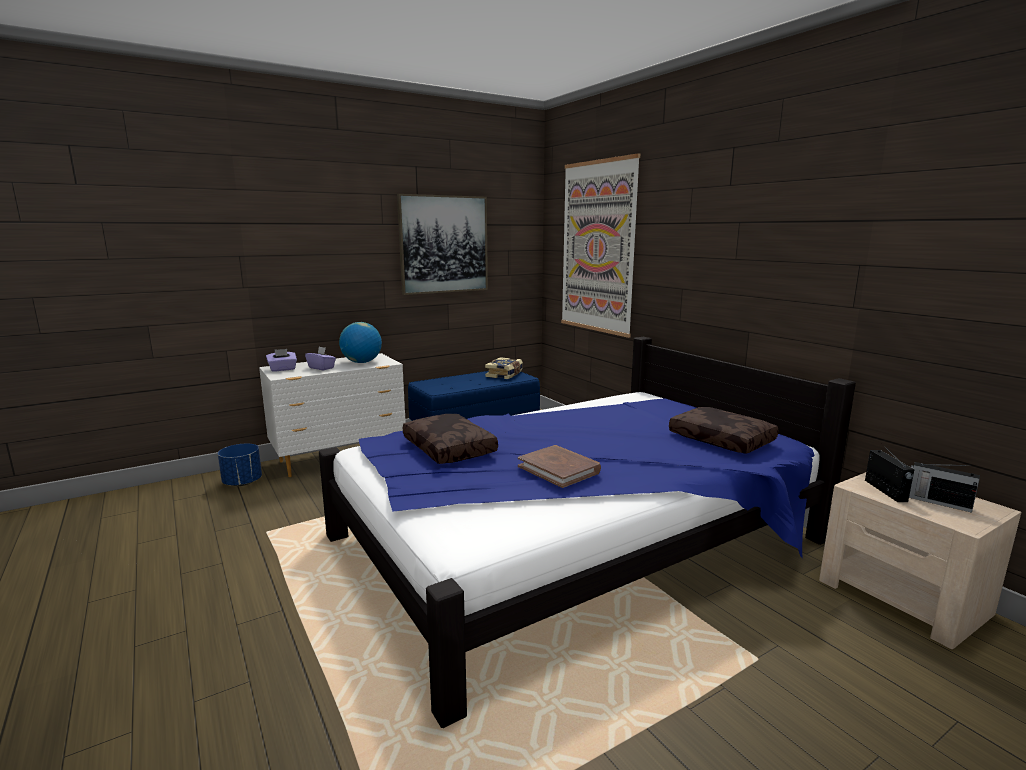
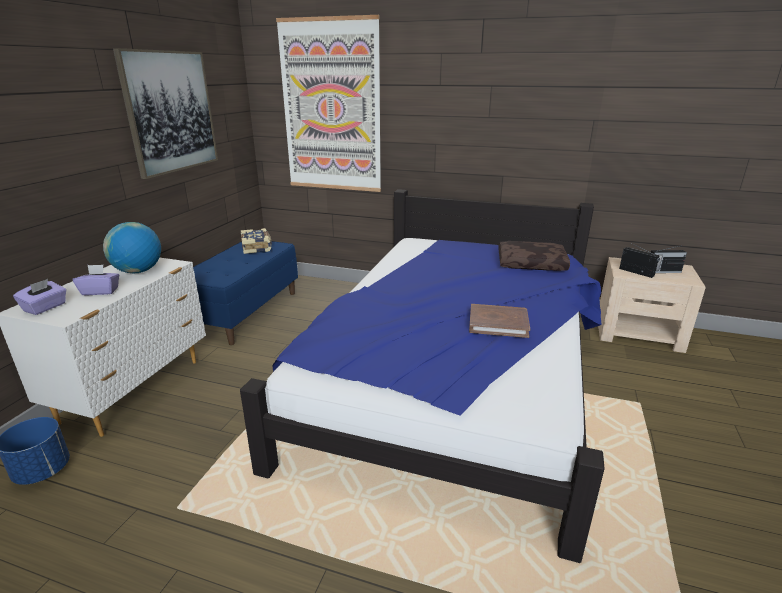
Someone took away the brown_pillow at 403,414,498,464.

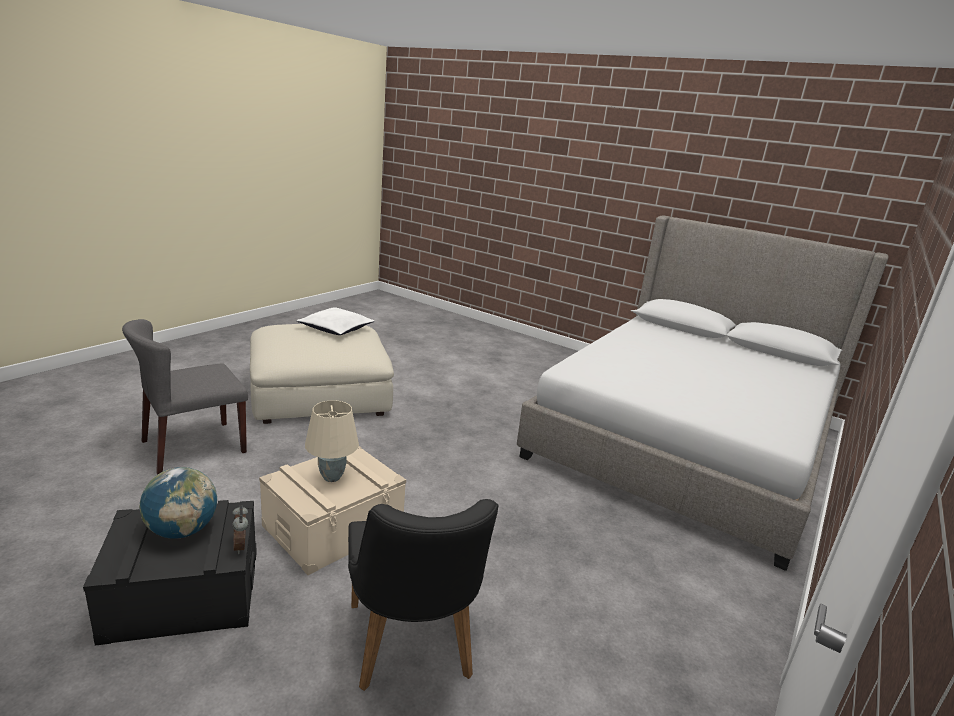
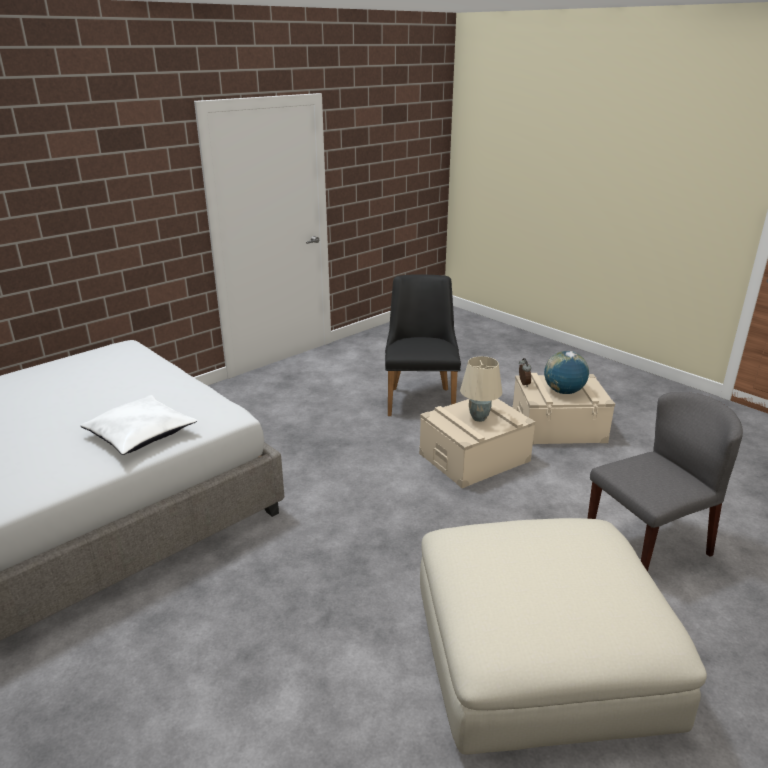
Someone carried the white_pillow from 296,307,374,335 to 80,395,197,455. Someone repainted the black_storage_box at 83,500,257,646, which became the beige_storage_box at 512,373,615,445.

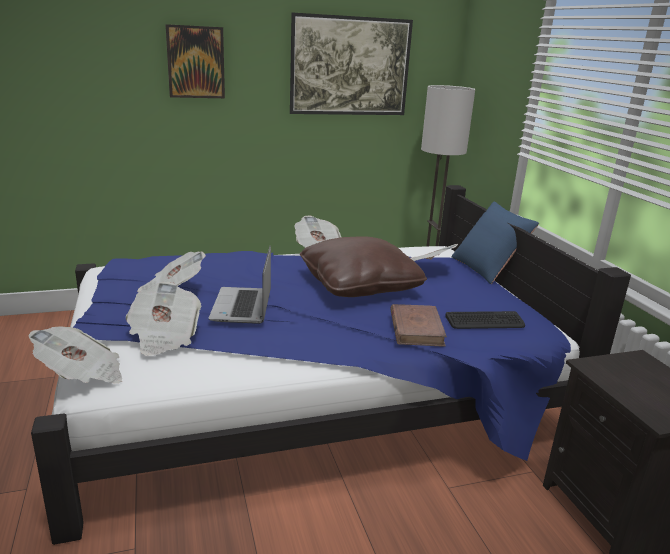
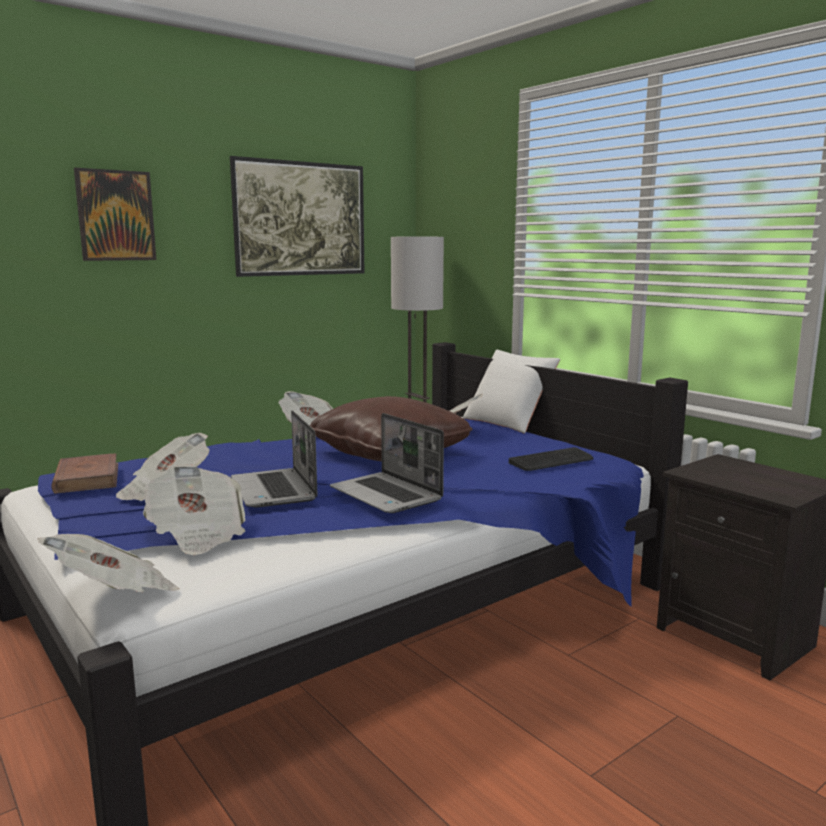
Someone carried the brown_book from 390,304,447,346 to 51,453,118,494. Someone put down the laptop at 330,413,444,513. Someone repainted the blue_pillow at 452,201,539,284, which became the white_pillow at 463,350,560,433.

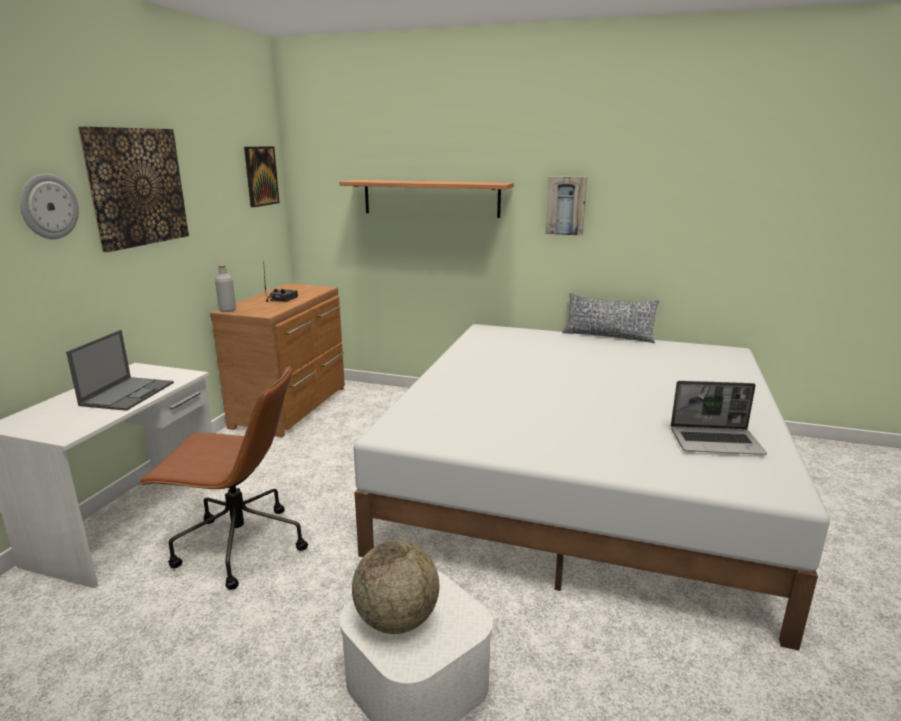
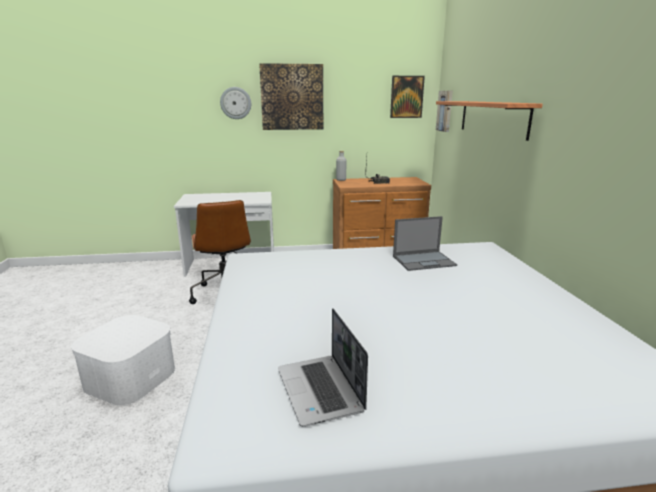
Someone carried the laptop from 66,330,174,411 to 393,216,457,271. Someone carried the picture from 545,176,587,236 to 436,91,453,132. Someone took away the globe at 352,541,439,634. Someone took away the pillow at 562,293,659,343.

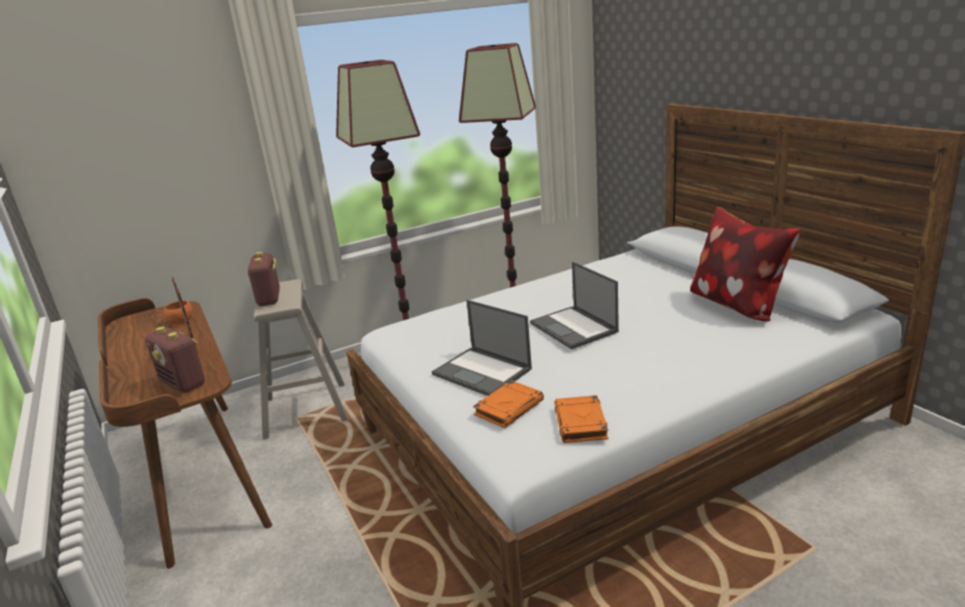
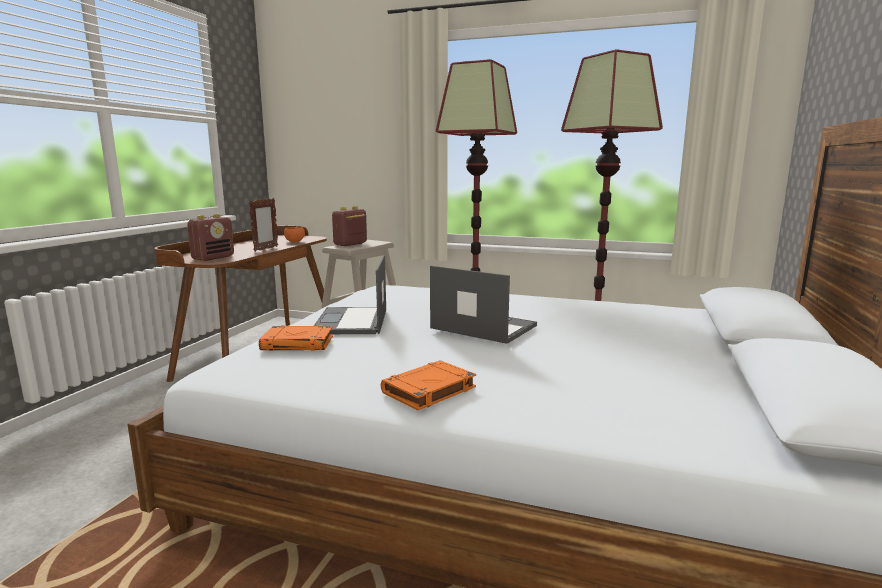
Someone rotated the radio at 145,326,205,393 by 150 degrees counterclockwise. Someone carried the orange_book from 554,395,608,443 to 381,360,476,410. Someone rotated the laptop at 530,262,619,349 by 105 degrees clockwise. Someone took away the pillow at 690,206,801,322.

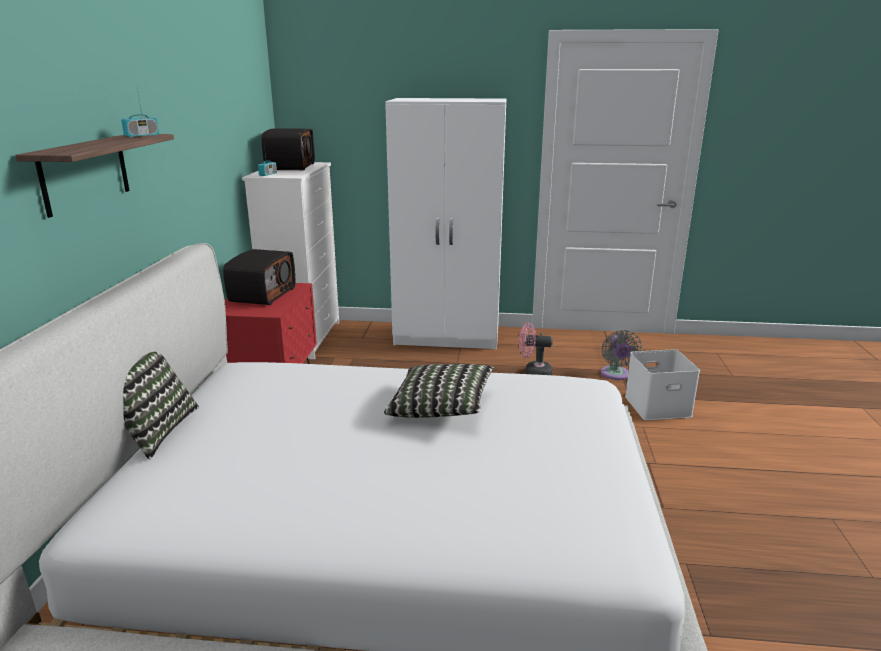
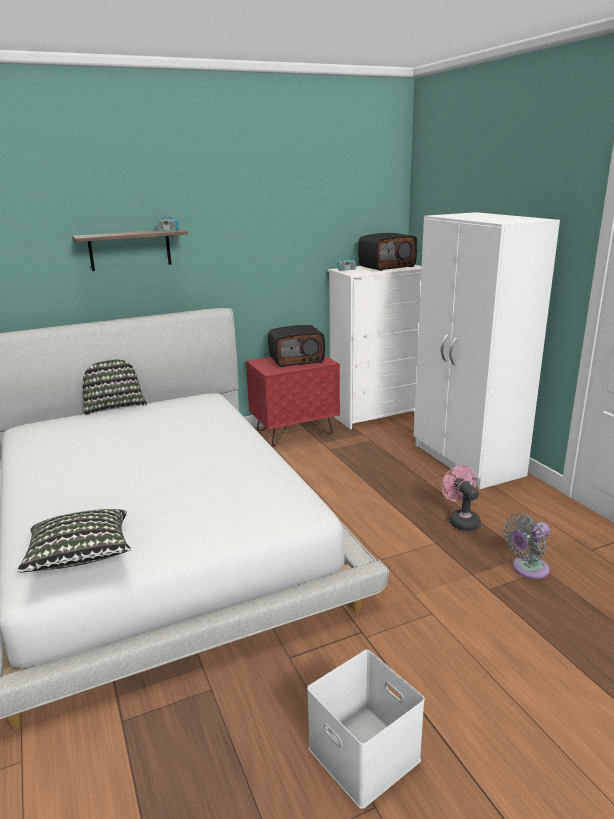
Someone carried the pillow from 384,364,494,418 to 17,509,131,573. Someone carried the white_storage_box from 625,349,700,420 to 307,650,425,809.

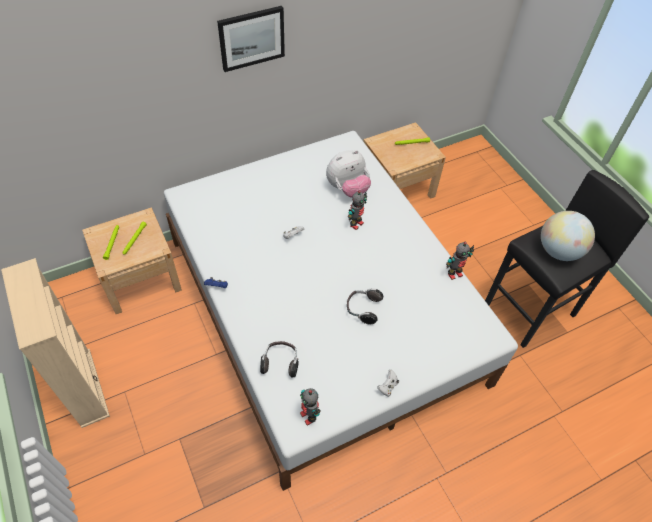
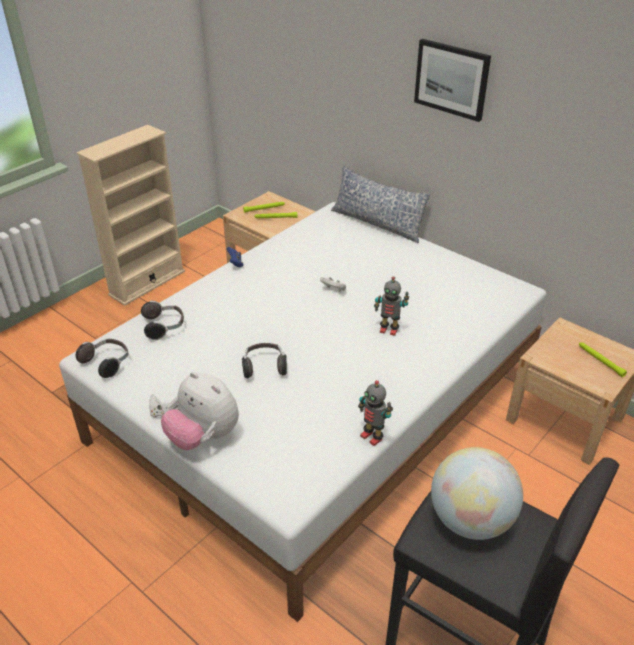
Someone swapped the toy_robot at 300,388,321,426 for the headphones at 76,339,128,378. Someone carried the plush_toy from 326,150,371,198 to 161,372,239,450. Someone put down the pillow at 331,166,431,243.

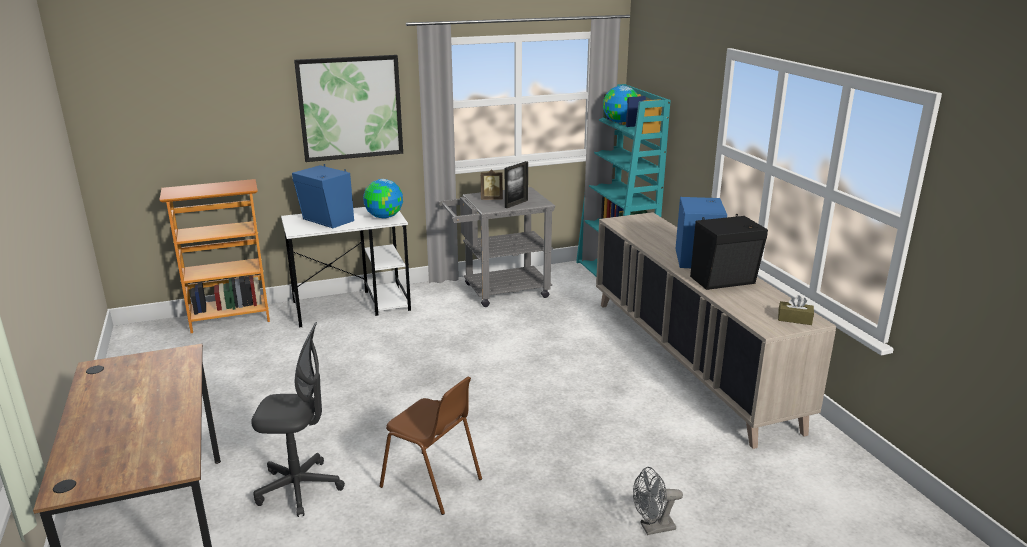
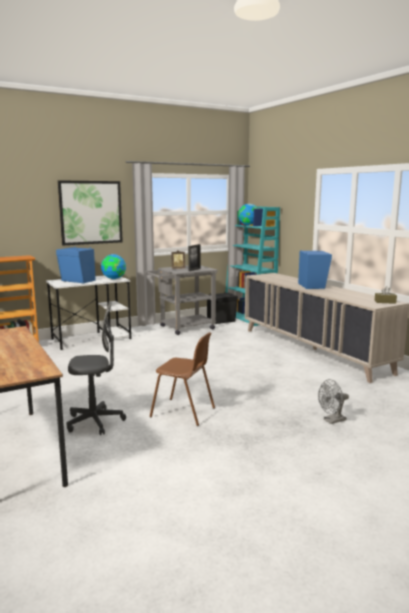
Someone carried the black_speaker from 690,214,768,290 to 207,292,238,324.

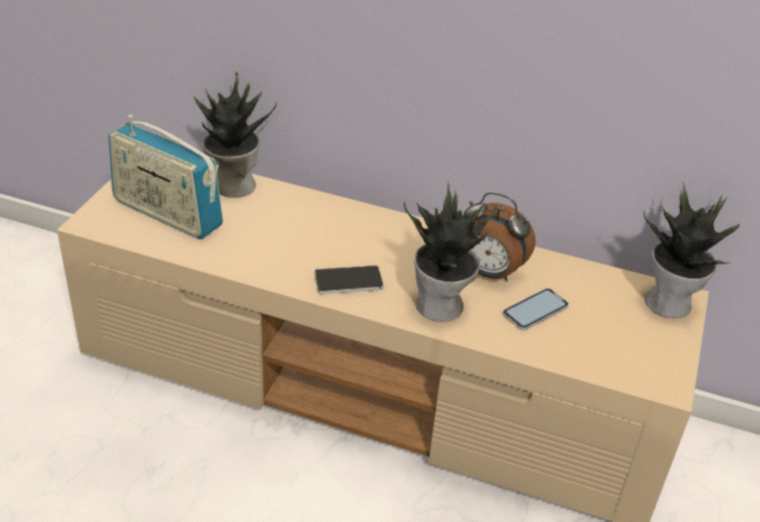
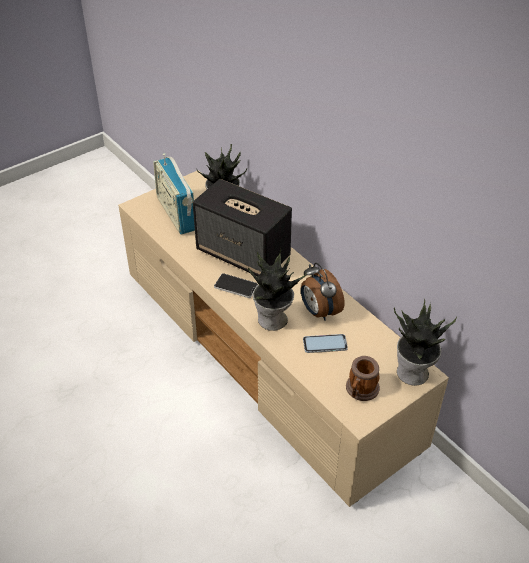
Someone put down the speaker at 193,179,292,276. Someone put down the mug at 346,356,380,401.

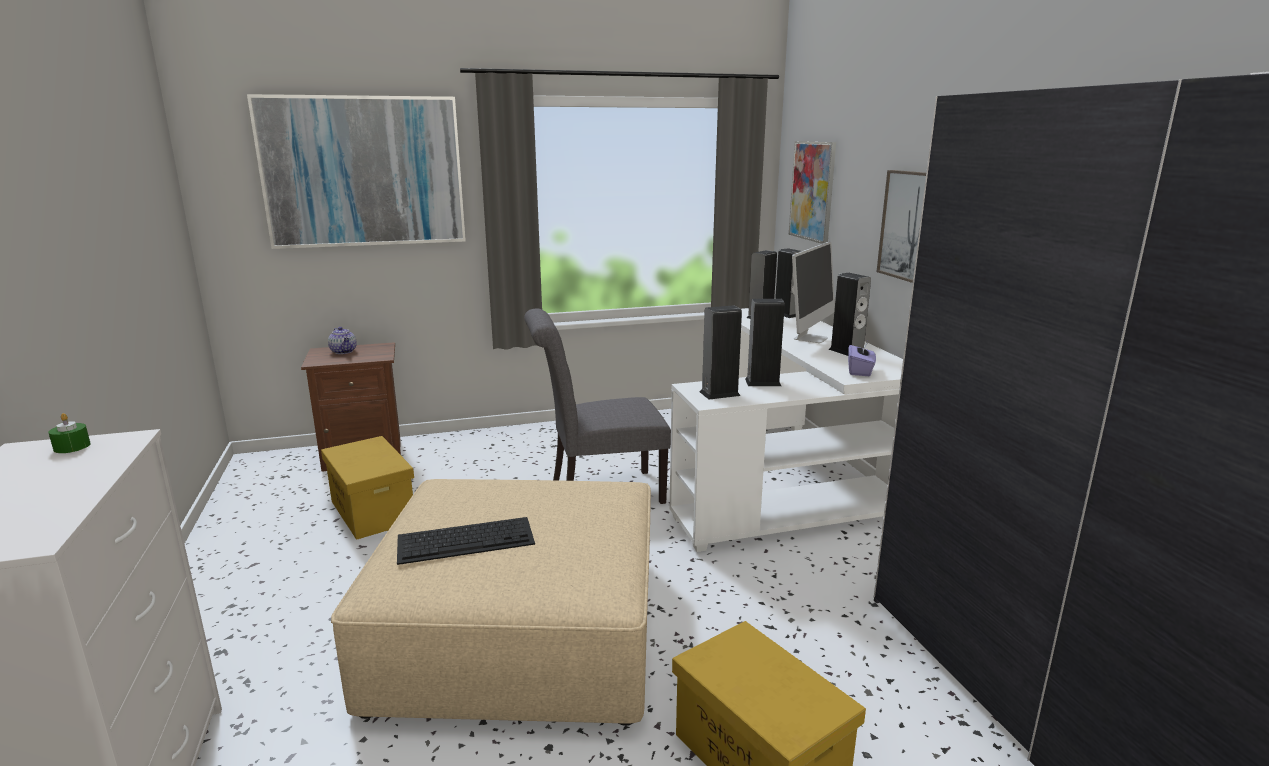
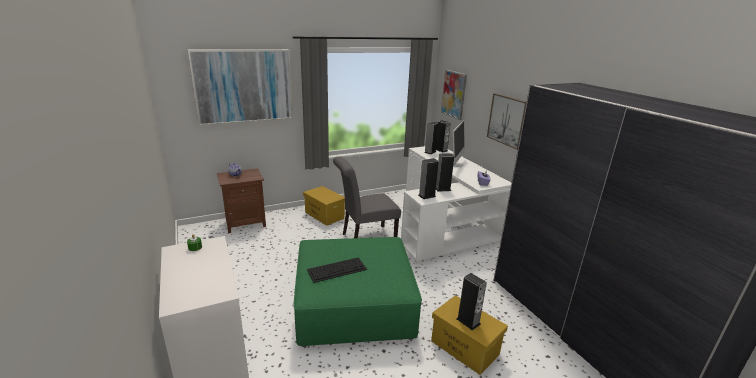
Someone repainted the beige_ottoman at 331,479,651,726, which became the green_ottoman at 293,237,422,347. Someone carried the yellow_storage_box from 321,436,414,540 to 303,186,345,226. Someone carried the speaker from 828,273,871,356 to 457,273,487,330.

